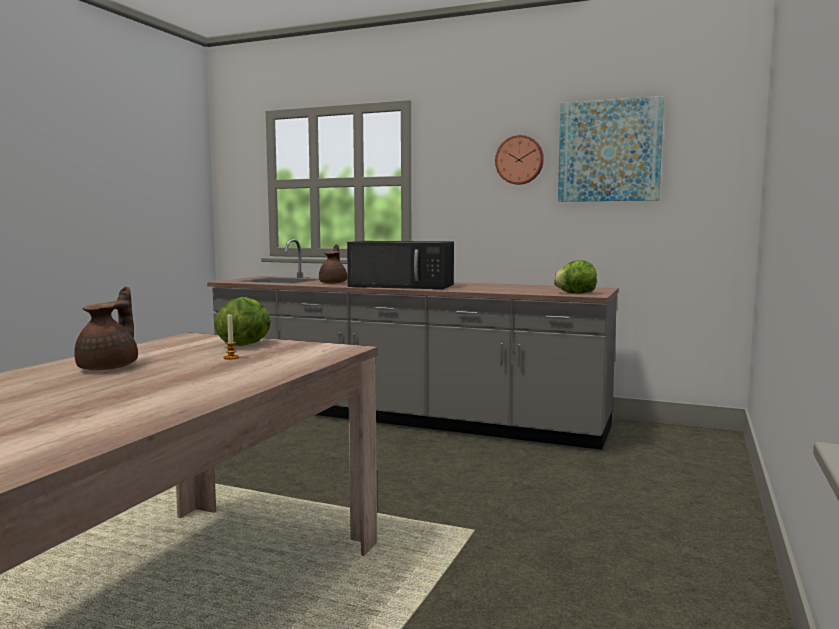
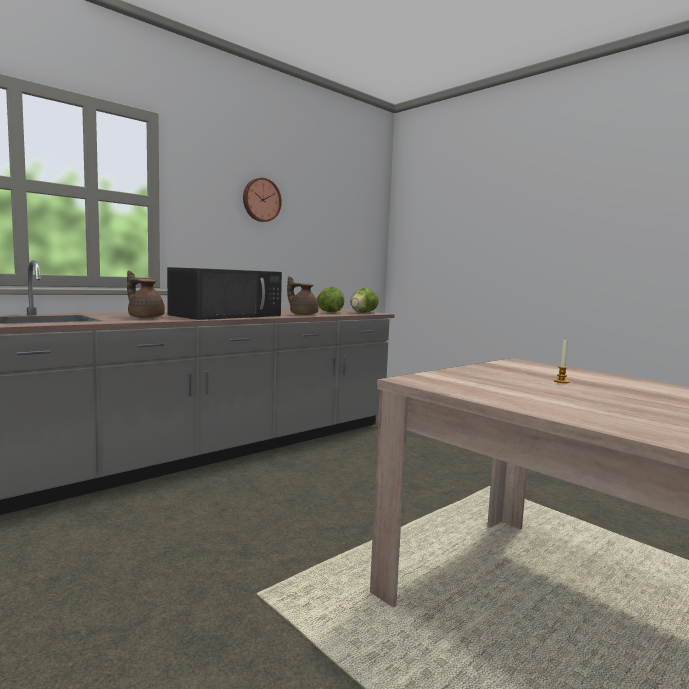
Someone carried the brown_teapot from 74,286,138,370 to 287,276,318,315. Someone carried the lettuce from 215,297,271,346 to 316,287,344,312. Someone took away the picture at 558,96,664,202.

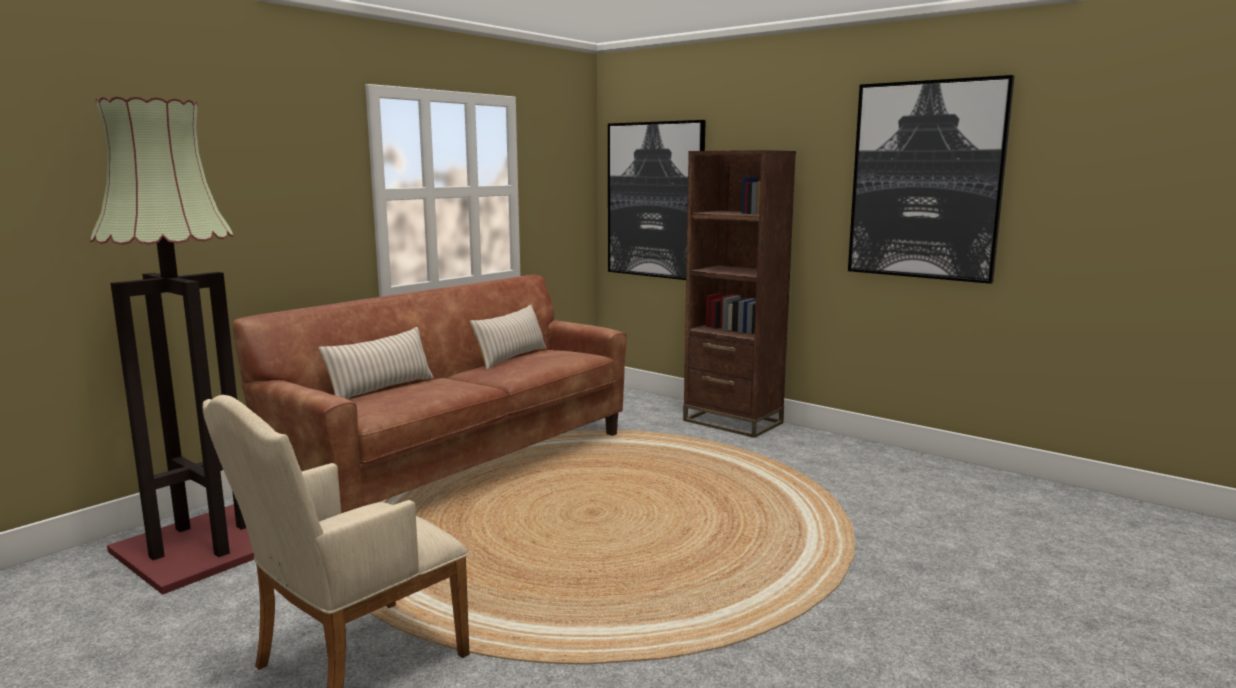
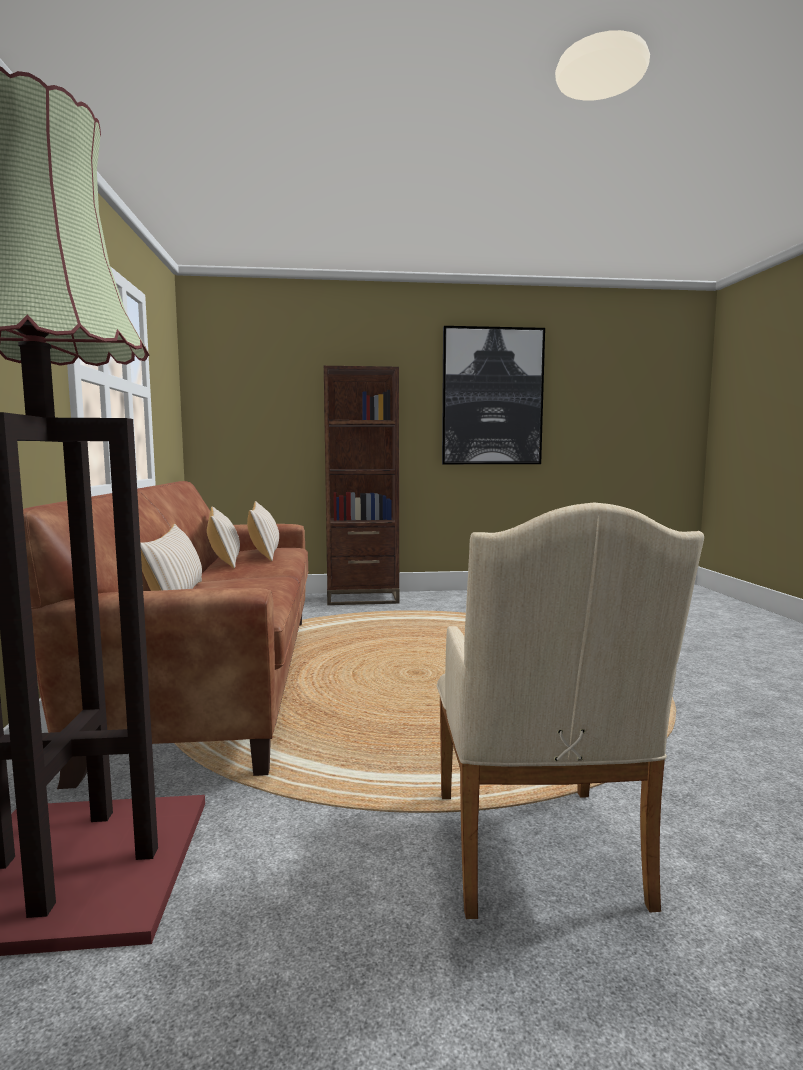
Someone put down the beige_pillow at 247,501,279,561. Someone took away the picture at 608,120,706,280.

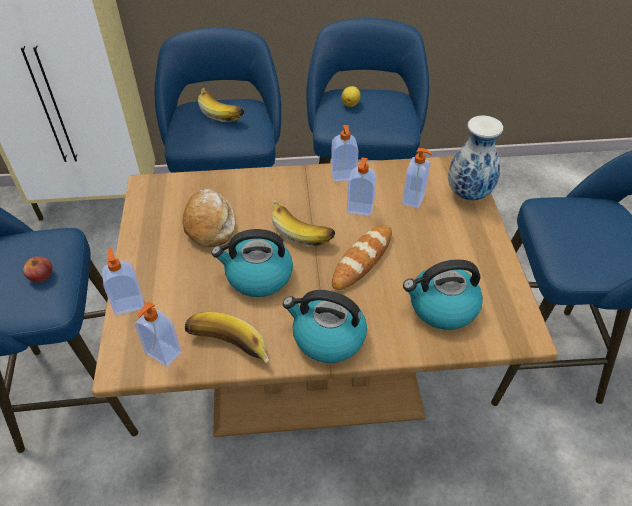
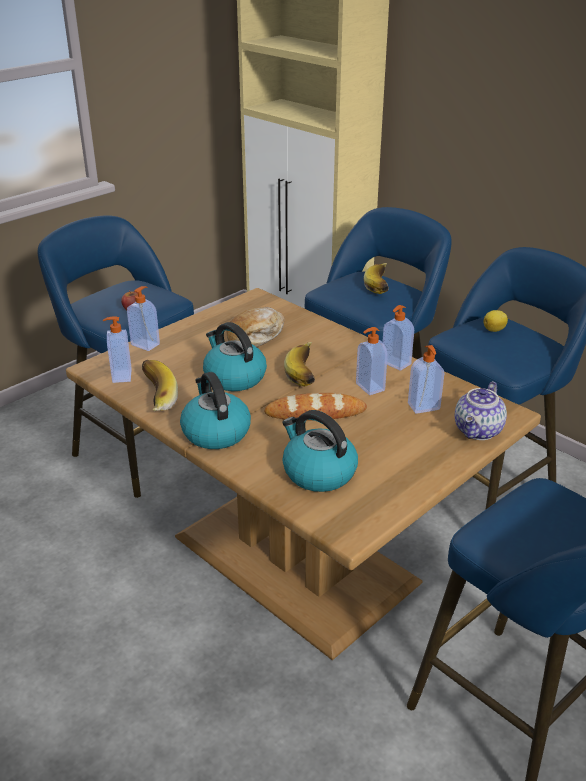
Someone swapped the vase at 448,116,503,200 for the teapot at 455,381,507,440.

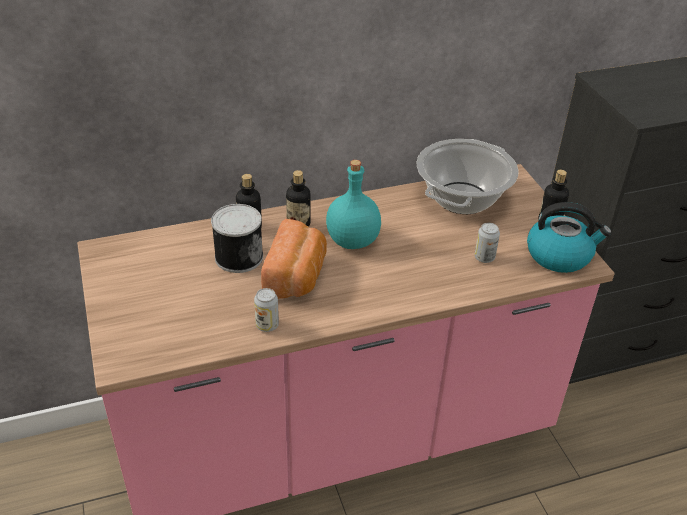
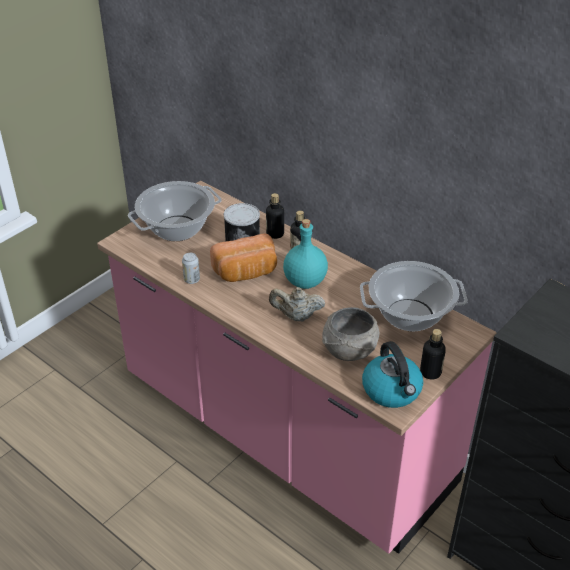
Someone put down the cooking_pot at 128,181,222,241. Someone put down the beige_teapot at 269,287,325,322. Someone swapped the can at 475,223,500,263 for the grey_bowl at 322,307,380,361.

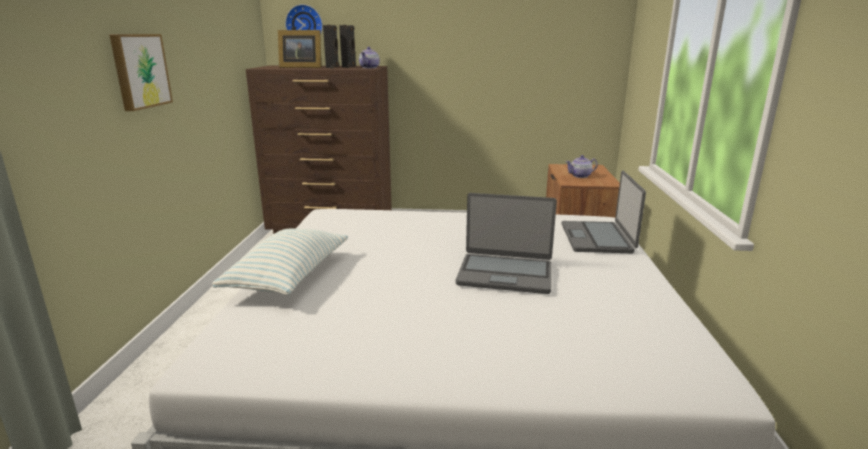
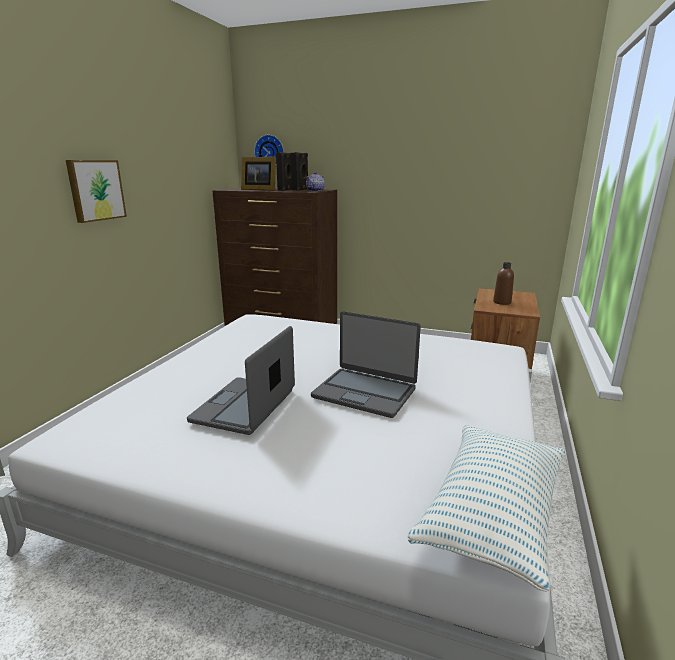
Someone carried the laptop from 562,170,646,253 to 187,326,295,435. Someone carried the pillow from 212,228,348,295 to 408,425,565,592. Someone swapped the teapot at 566,155,597,178 for the brown_bottle at 493,262,514,305.

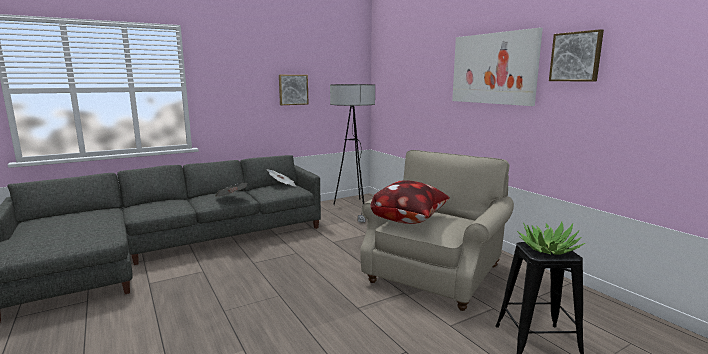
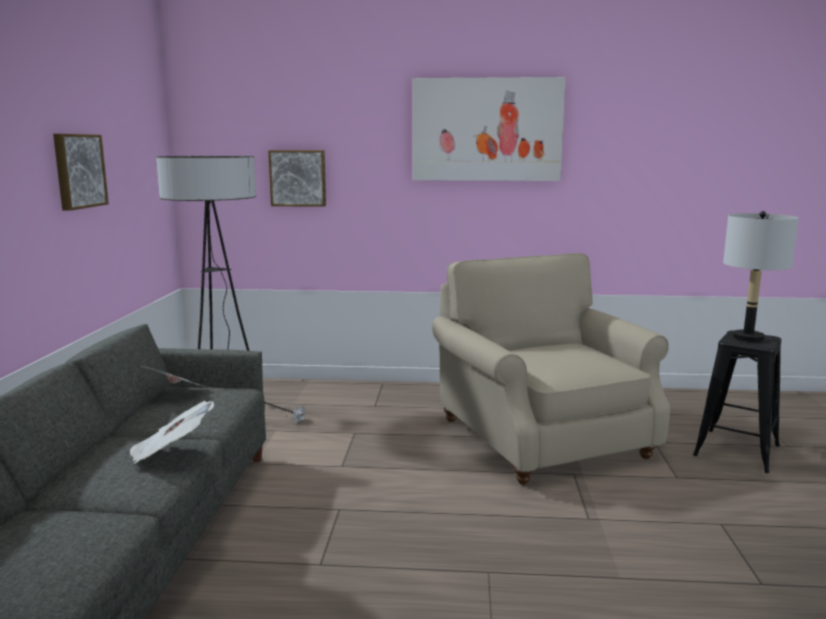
Someone carried the picture from 549,29,604,82 to 268,150,326,207. Someone swapped the potted_plant at 517,221,585,255 for the grey_table_lamp at 723,211,799,342. Someone took away the pillow at 370,180,450,224.

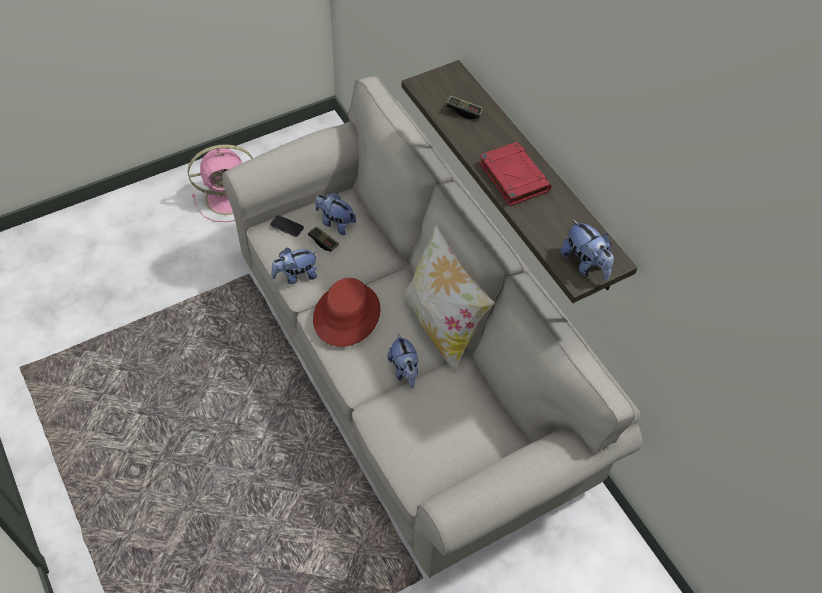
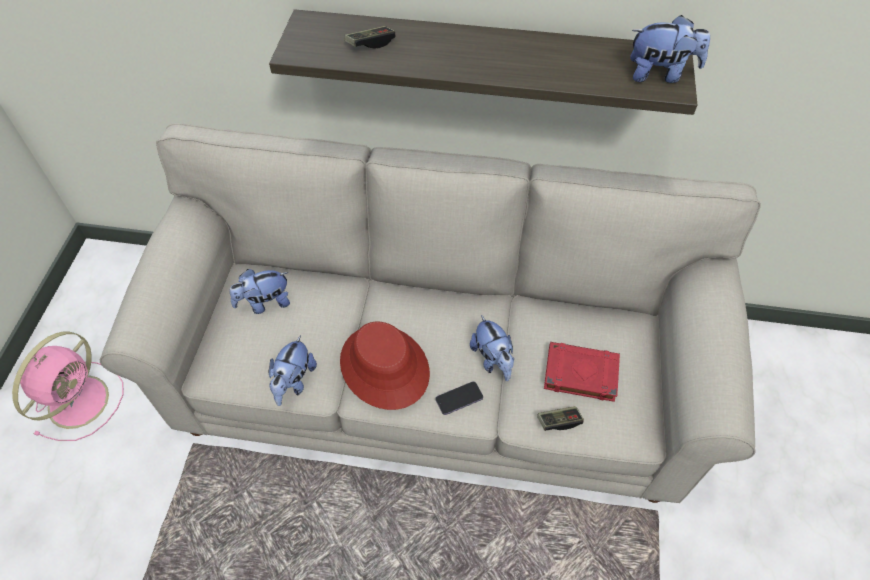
Someone carried the phone from 270,215,304,237 to 436,381,483,415. Someone rotated the plush_toy at 387,333,418,389 by 45 degrees clockwise. Someone carried the game_controller from 308,226,339,252 to 537,406,584,431. Someone carried the red_book from 479,142,551,206 to 544,342,620,402. Someone took away the pillow at 402,224,495,373.

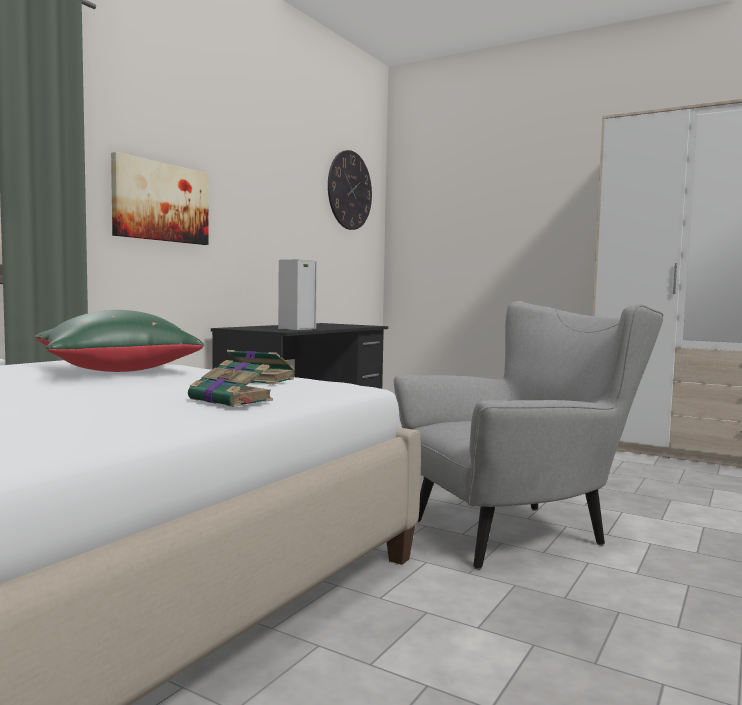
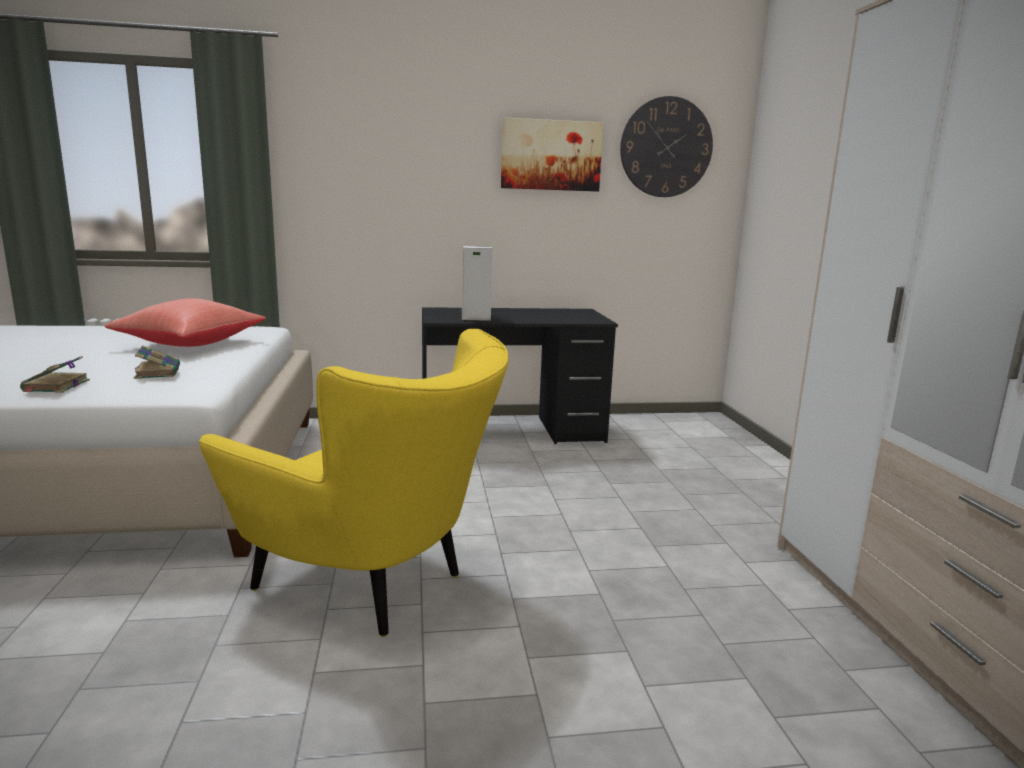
Someone repainted the green_pillow at 34,310,204,372, which became the red_pillow at 105,298,266,347. Someone repainted the grey_armchair at 394,301,664,570, which became the yellow_armchair at 199,329,509,637. Someone carried the picture from 111,152,208,245 to 501,117,603,191.

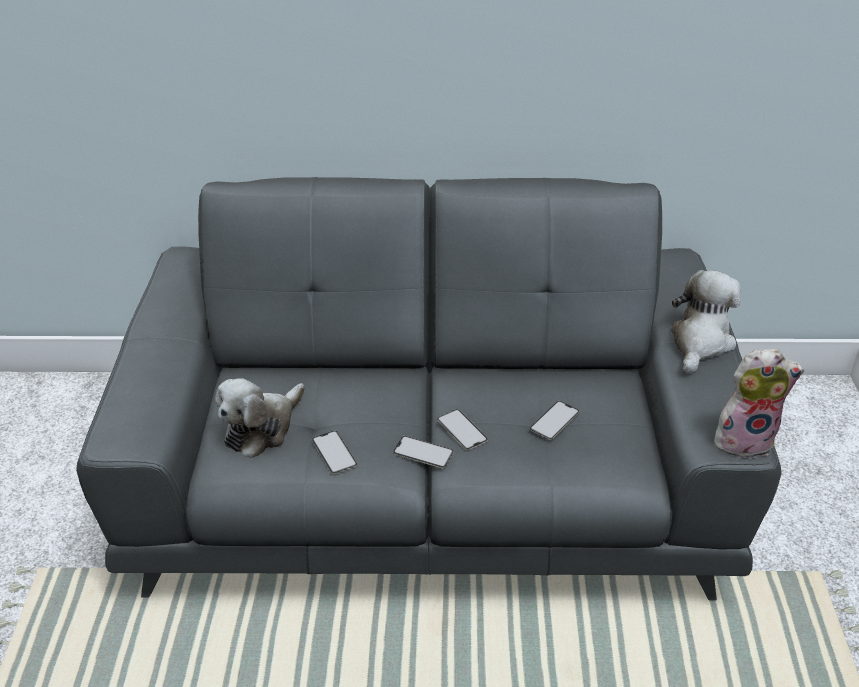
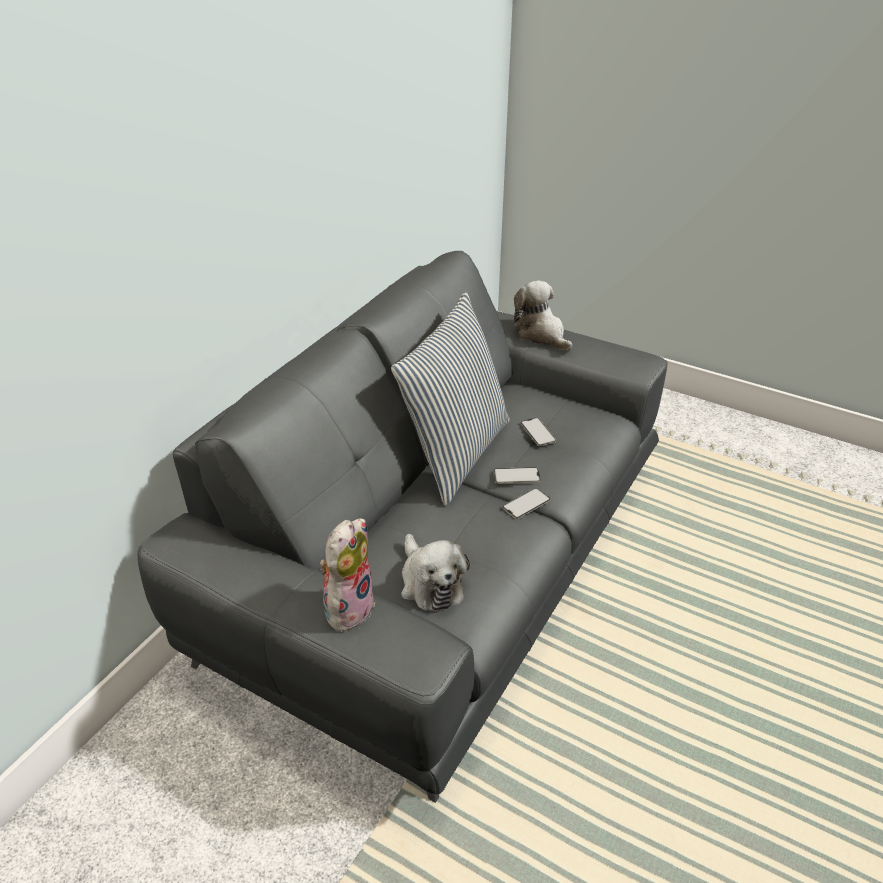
Someone carried the plush_toy from 714,349,804,459 to 319,519,376,636. Someone put down the pillow at 391,292,510,506. Someone took away the phone at 312,431,357,474.

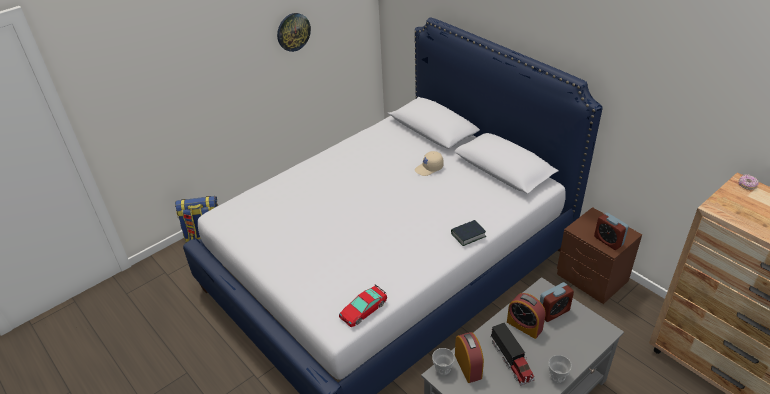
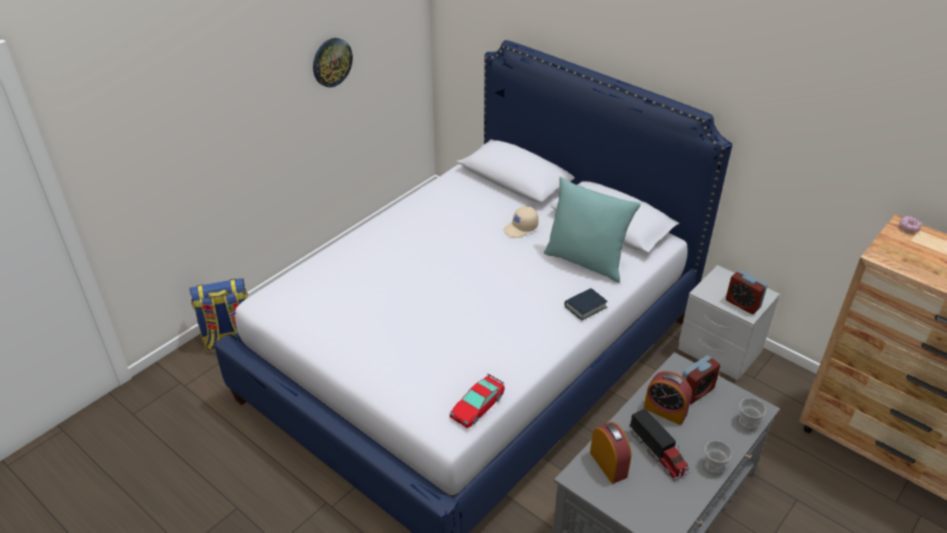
Someone put down the turquoise_pillow at 544,177,641,283. Someone repainted the brown_nightstand at 557,207,642,304, which became the grey_nightstand at 678,265,780,380. Someone carried the cup from 432,348,455,375 to 739,398,766,429.

